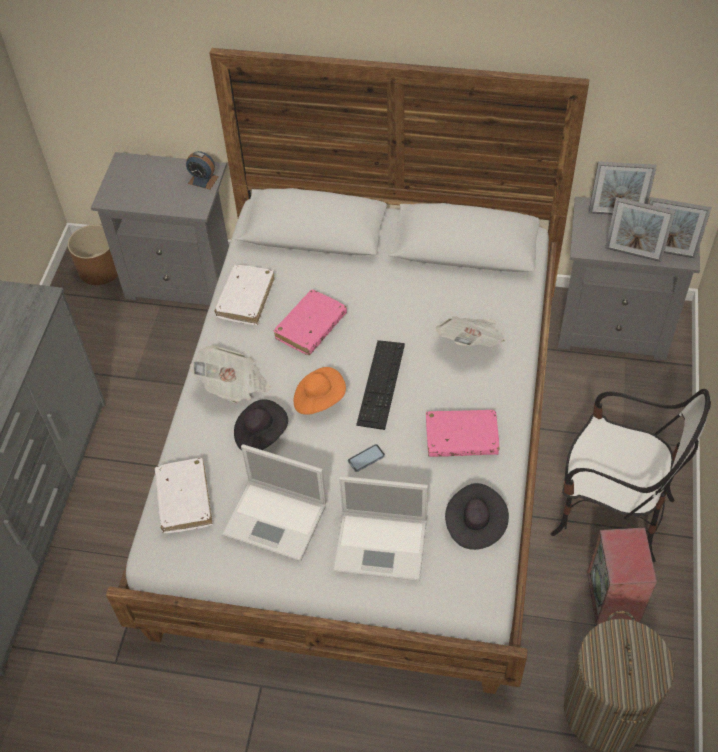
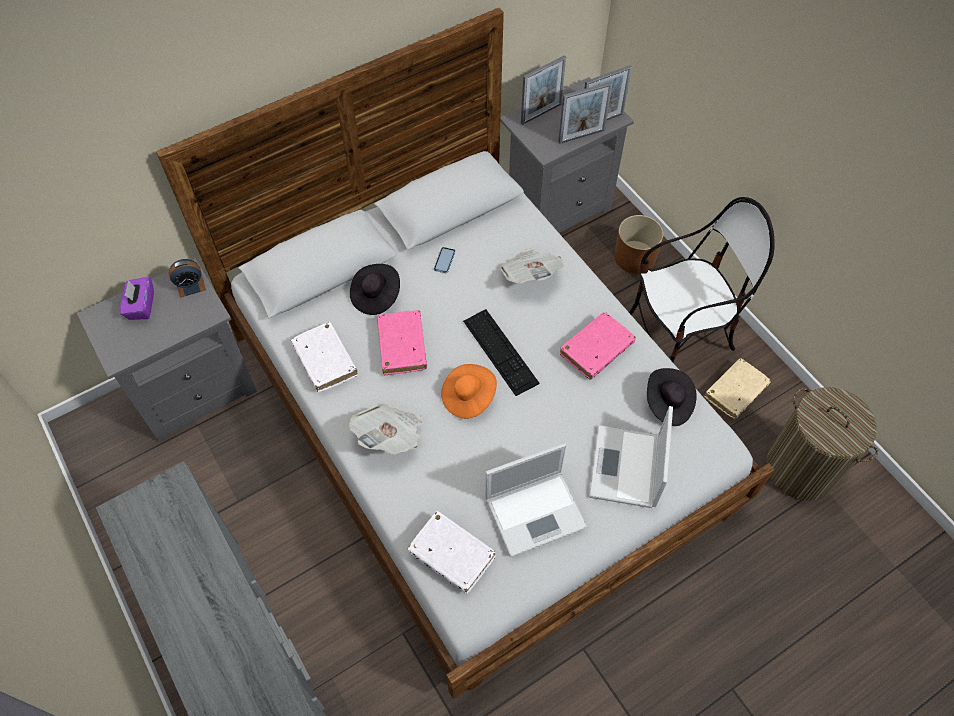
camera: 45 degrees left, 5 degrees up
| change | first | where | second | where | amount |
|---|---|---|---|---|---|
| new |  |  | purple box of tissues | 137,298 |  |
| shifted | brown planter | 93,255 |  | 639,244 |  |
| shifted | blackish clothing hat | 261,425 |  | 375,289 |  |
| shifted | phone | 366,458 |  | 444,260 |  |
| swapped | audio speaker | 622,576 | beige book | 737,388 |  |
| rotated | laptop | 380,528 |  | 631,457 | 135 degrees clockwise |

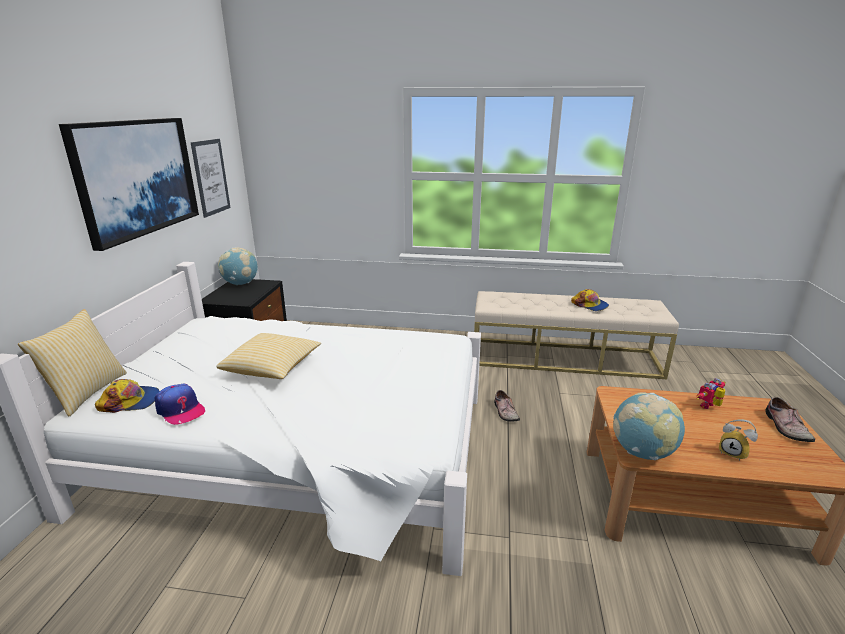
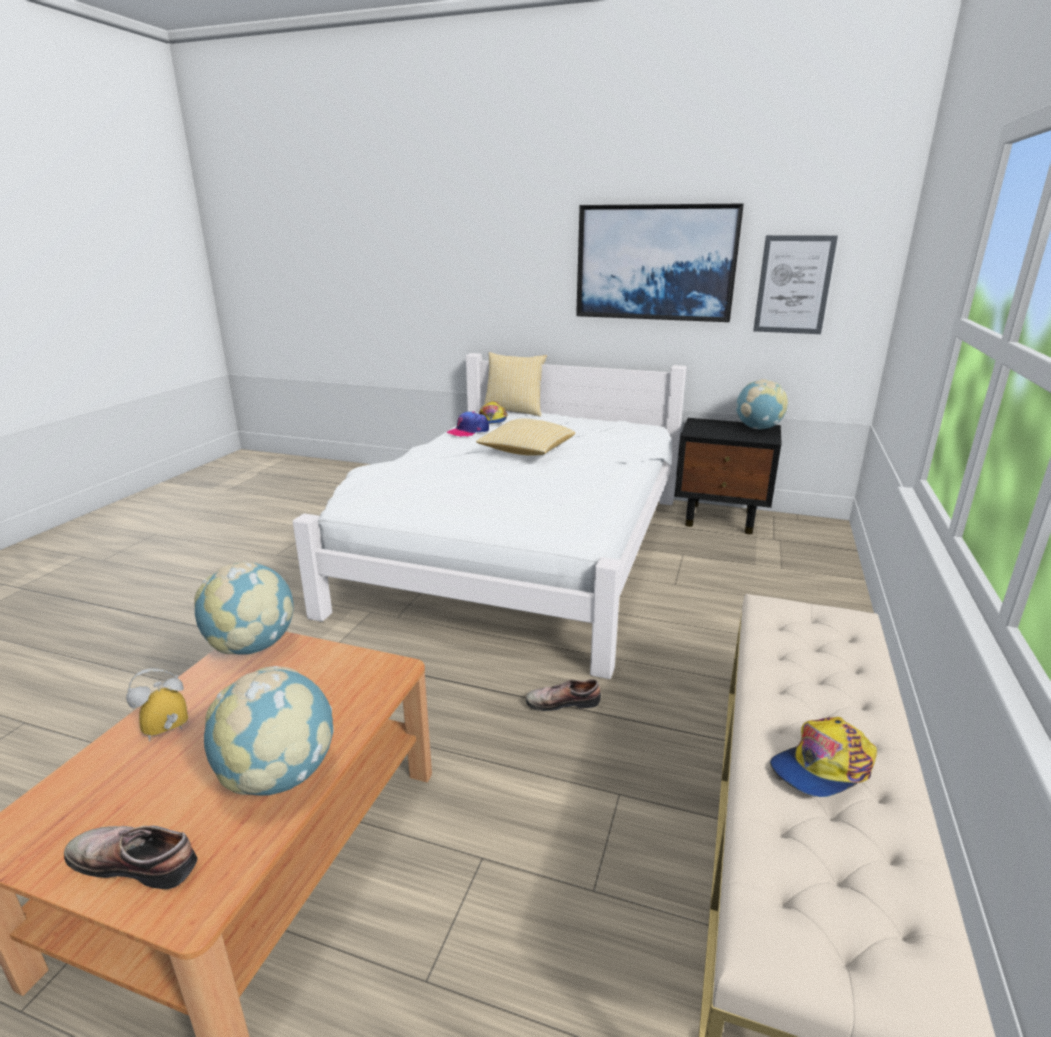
camera: 100 degrees right, 0 degrees up
| change | first | where | second | where | amount |
|---|---|---|---|---|---|
| swapped | toy robot | 710,393 | desk globe | 269,731 |  |

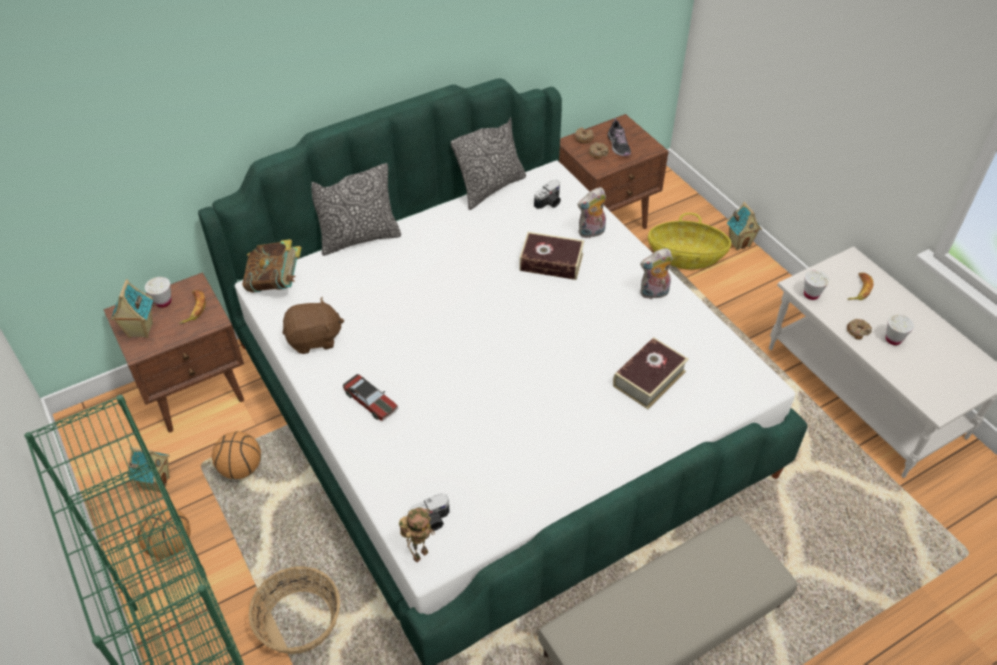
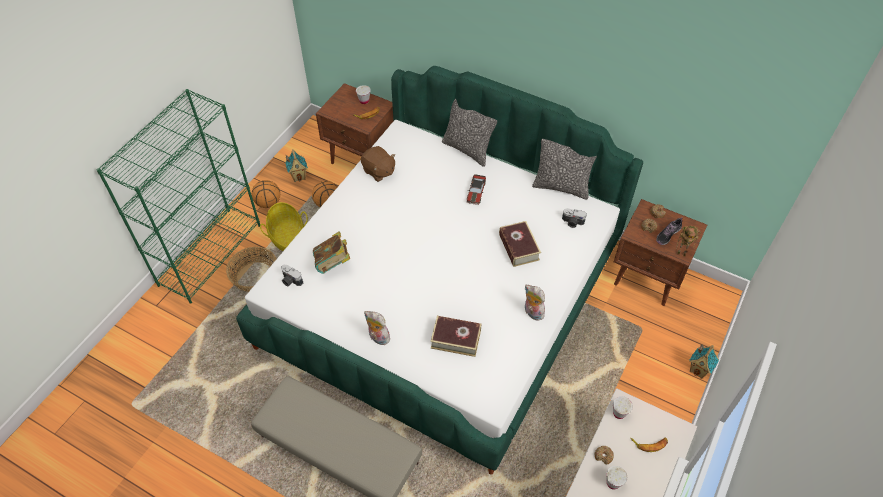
camera: 60 degrees right, 5 degrees up
| change | first | where | second | where | amount |
|---|---|---|---|---|---|
| gone | model house | 132,308 |  |  |  |
| shifted | book | 272,266 |  | 331,252 |  |
| shifted | toy car | 370,397 |  | 476,189 |  |
| shifted | toy robot | 417,534 |  | 688,241 |  |
| shifted | plush toy | 591,212 |  | 377,328 |  |
| shifted | basket | 689,241 |  | 284,226 |  |

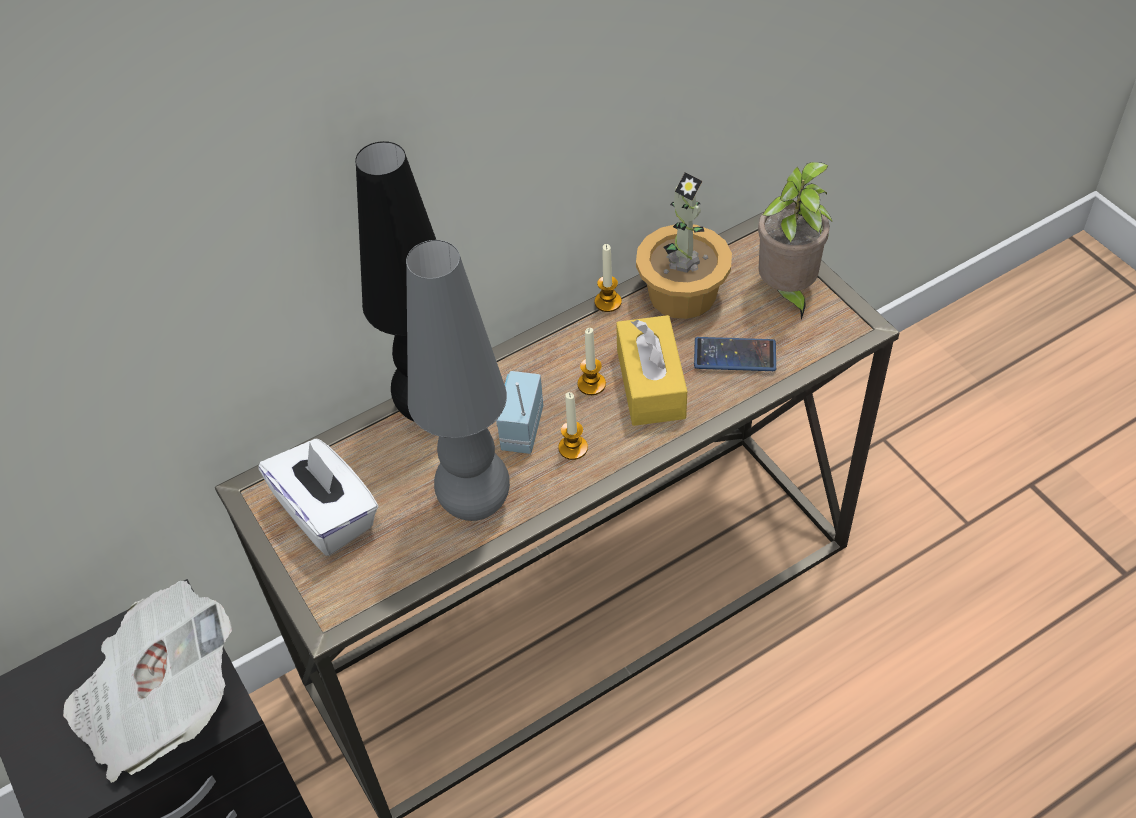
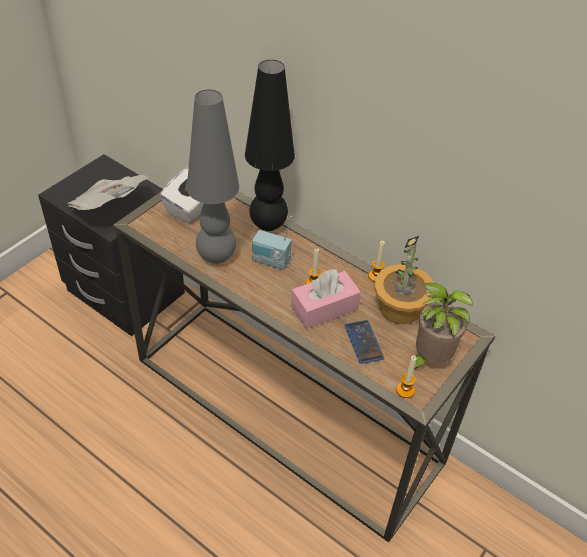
camera: 65 degrees right, 5 degrees down
| change | first | where | second | where | amount |
|---|---|---|---|---|---|
| shifted | wax light | 573,426 |  | 406,376 |  |
| repainted | yellowish box of tissues | 651,370 | pink box of tissues | 326,299 |  |
| rotated | radio receiver | 519,412 |  | 272,243 | 150 degrees counterclockwise |

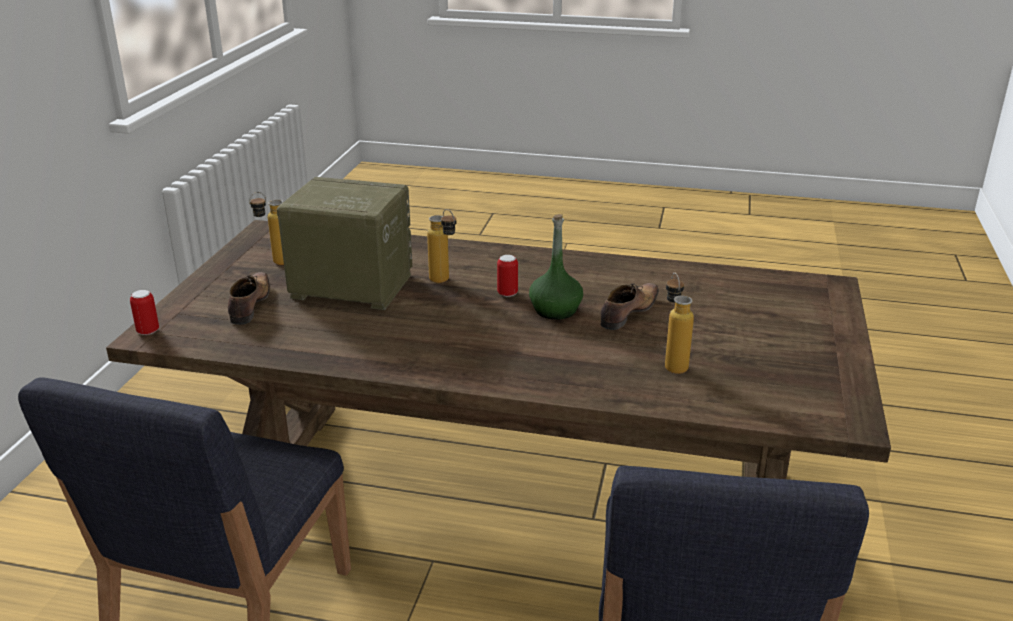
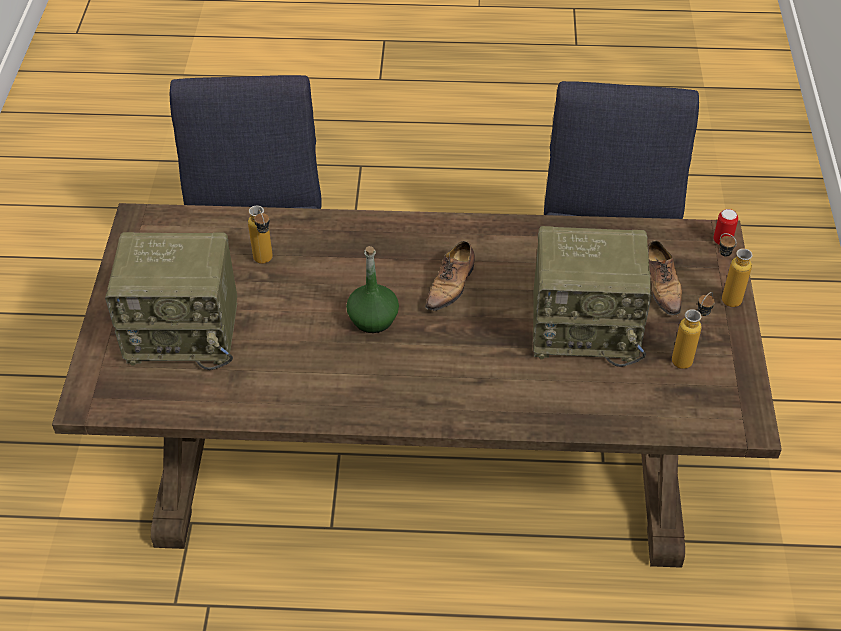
camera: 170 degrees right, 20 degrees up
| change | first | where | second | where | amount |
|---|---|---|---|---|---|
| gone | metal can | 507,276 |  |  |  |
| new |  |  | radio receiver | 171,301 |  |
| shifted | bottle | 441,246 |  | 735,270 |  |
| shifted | item of footwear | 630,306 |  | 450,278 |  |

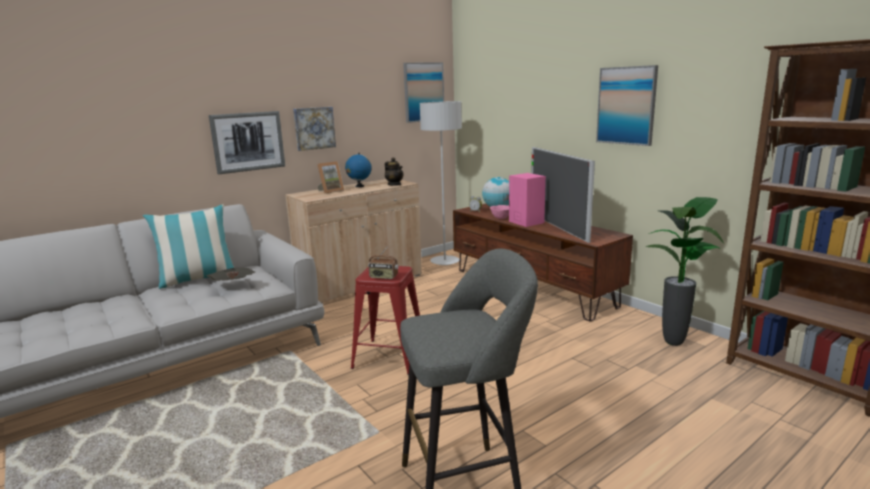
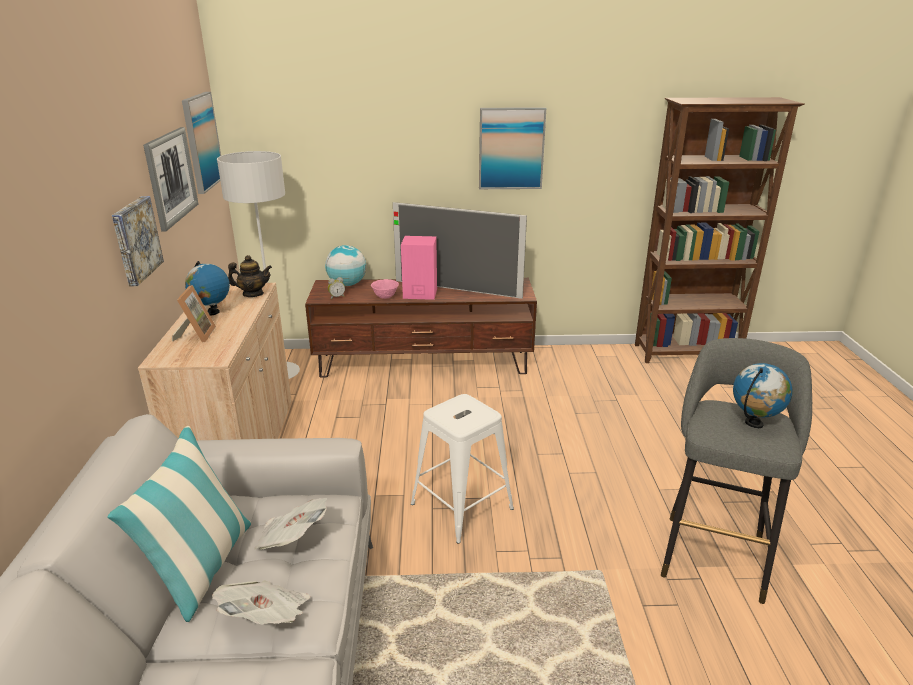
camera: 55 degrees left, 10 degrees up
| change | first | where | second | where | amount |
|---|---|---|---|---|---|
| gone | radio receiver | 383,262 |  |  |  |
| gone | potted plant | 685,271 |  |  |  |
| new |  |  | printed paper | 261,602 |  |
| new |  |  | desk globe | 763,395 |  |
| shifted | wall picture | 247,143 |  | 170,179 |  |
| repainted | reddish stool seat | 385,320 | white stool seat | 462,469 |  |

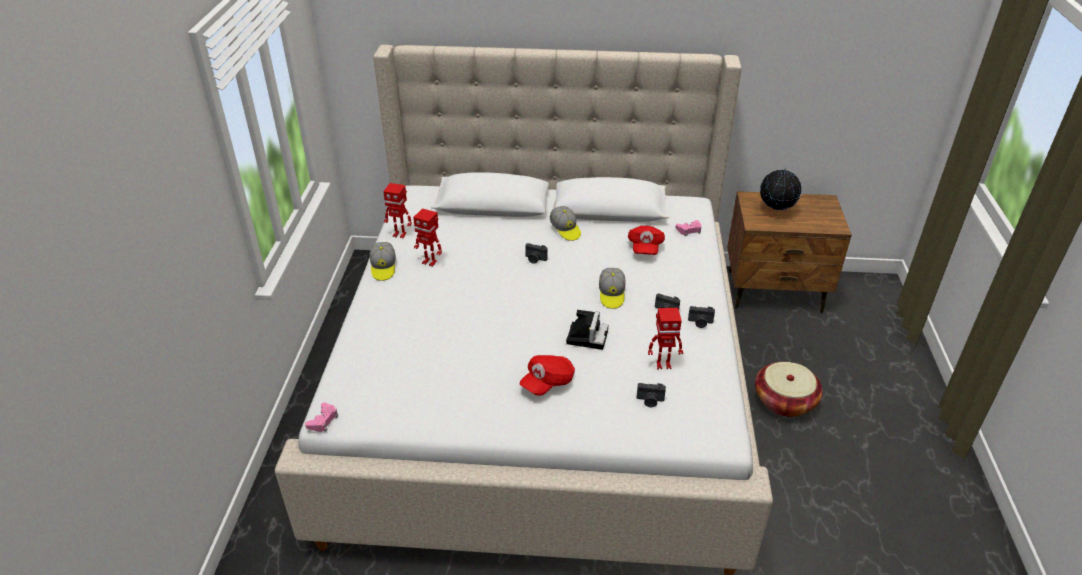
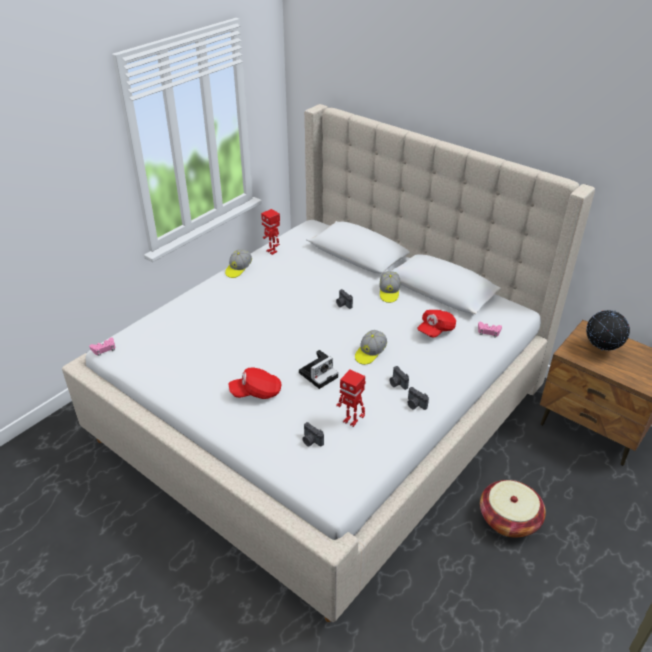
camera: 35 degrees right, 0 degrees up
| change | first | where | second | where | amount |
|---|---|---|---|---|---|
| gone | toy robot | 427,237 |  |  |  |

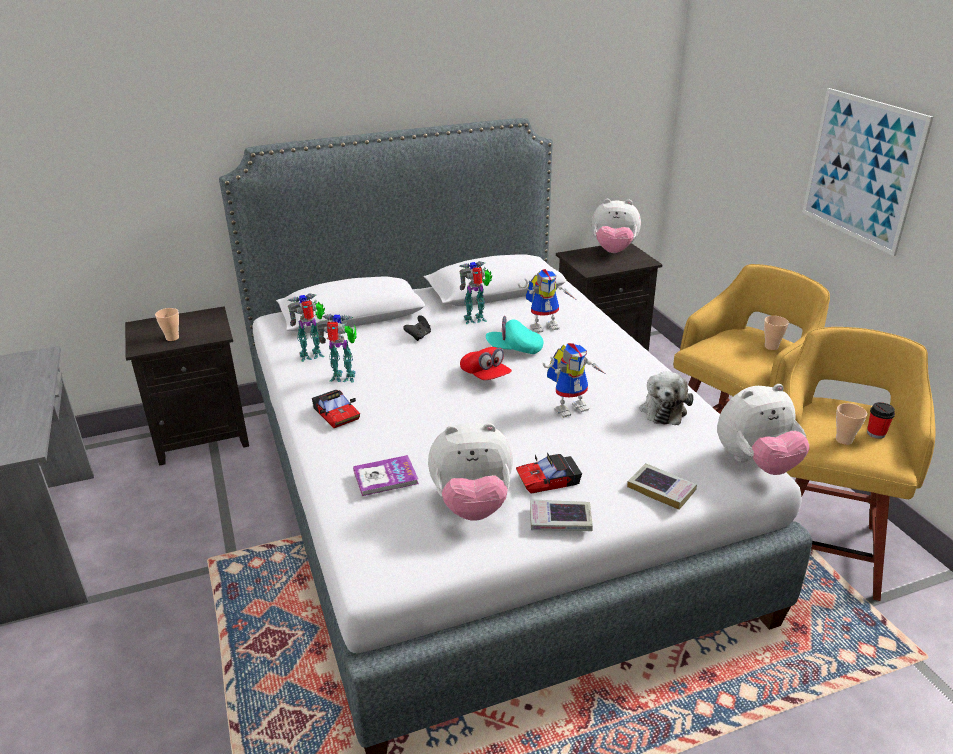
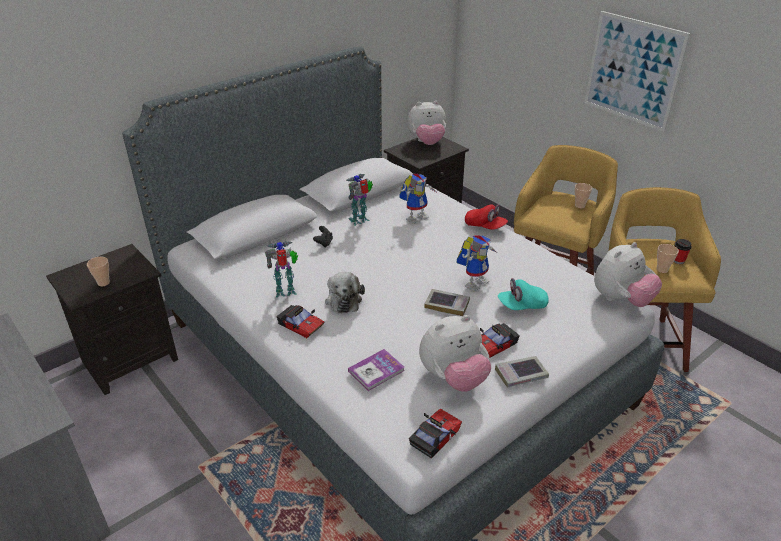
camera: 20 degrees left, 5 degrees up
| change | first | where | second | where | amount |
|---|---|---|---|---|---|
| gone | toy robot | 306,328 |  |  |  |
| new |  |  | toy car | 435,433 |  |
| shifted | reddish baseball cap | 486,363 |  | 486,217 |  |
| shifted | turquoise-coloured baseball cap | 515,335 |  | 523,294 |  |
| shifted | book | 662,486 |  | 447,302 |  |
| shifted | plush toy | 666,398 |  | 345,292 |  |

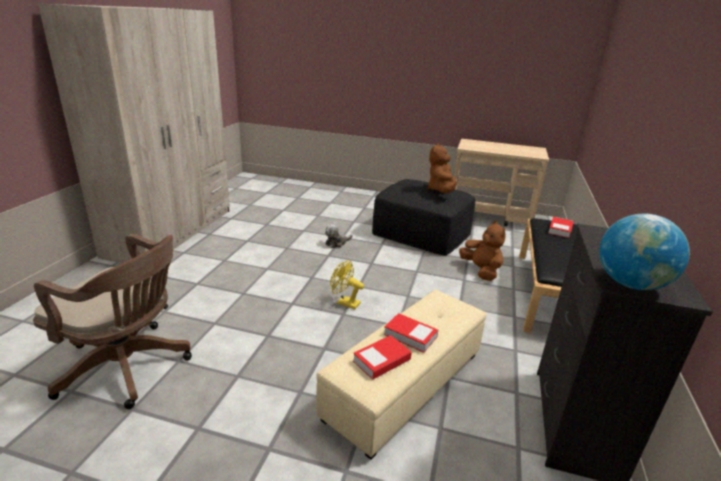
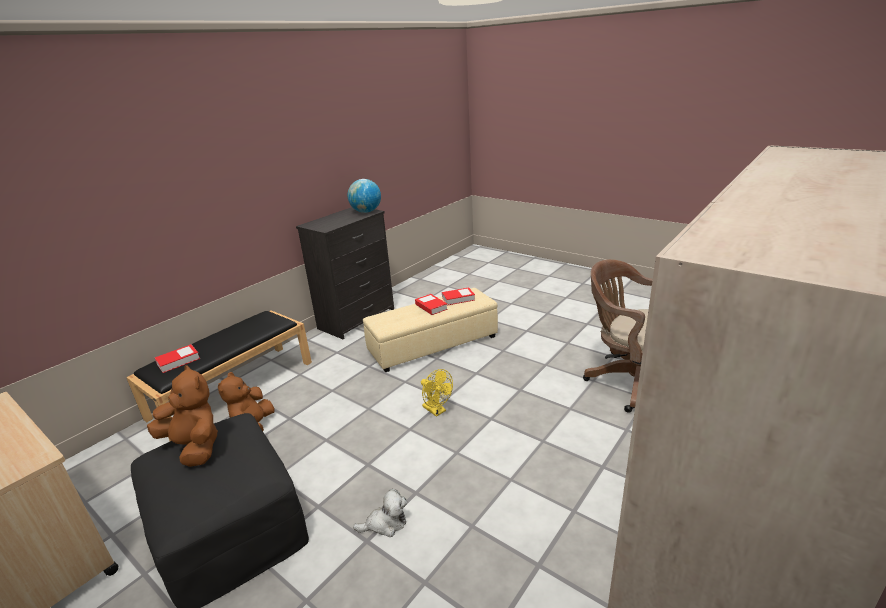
camera: 155 degrees left, 0 degrees up
| change | first | where | second | where | amount |
|---|---|---|---|---|---|
| rotated | brown plush toy | 442,168 |  | 182,416 | 90 degrees counterclockwise |

